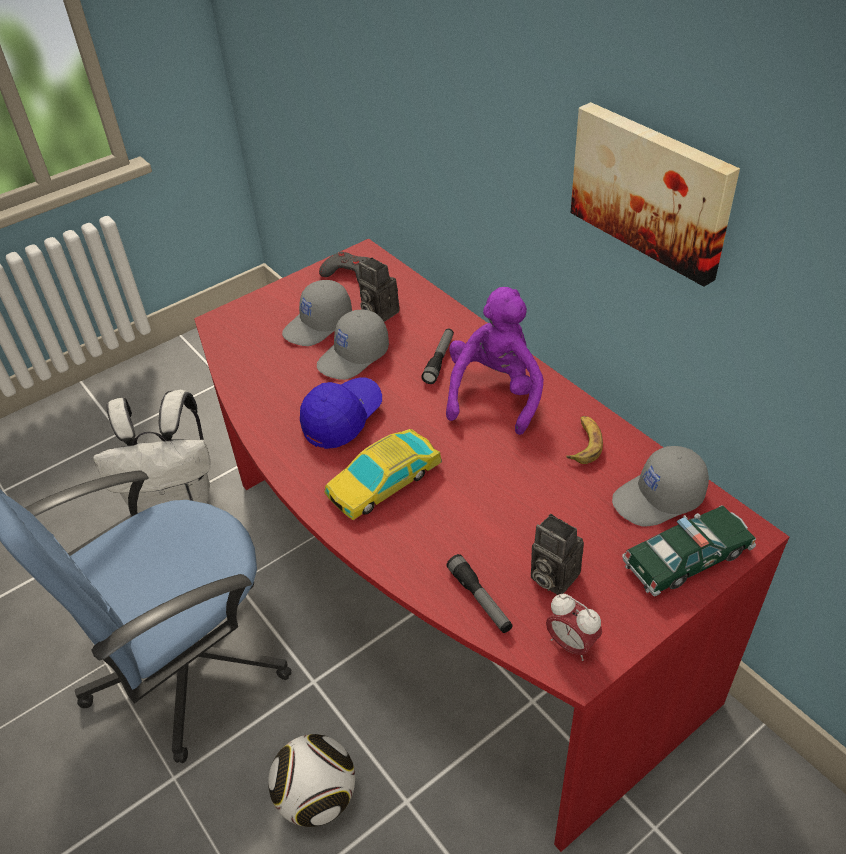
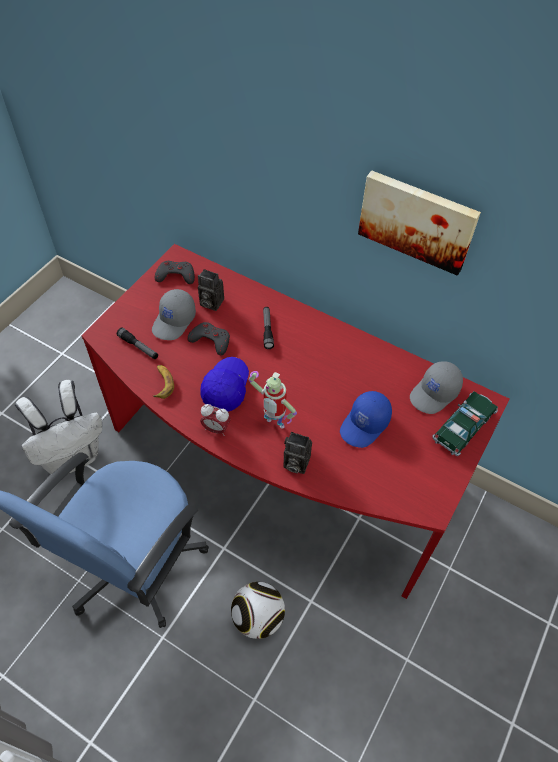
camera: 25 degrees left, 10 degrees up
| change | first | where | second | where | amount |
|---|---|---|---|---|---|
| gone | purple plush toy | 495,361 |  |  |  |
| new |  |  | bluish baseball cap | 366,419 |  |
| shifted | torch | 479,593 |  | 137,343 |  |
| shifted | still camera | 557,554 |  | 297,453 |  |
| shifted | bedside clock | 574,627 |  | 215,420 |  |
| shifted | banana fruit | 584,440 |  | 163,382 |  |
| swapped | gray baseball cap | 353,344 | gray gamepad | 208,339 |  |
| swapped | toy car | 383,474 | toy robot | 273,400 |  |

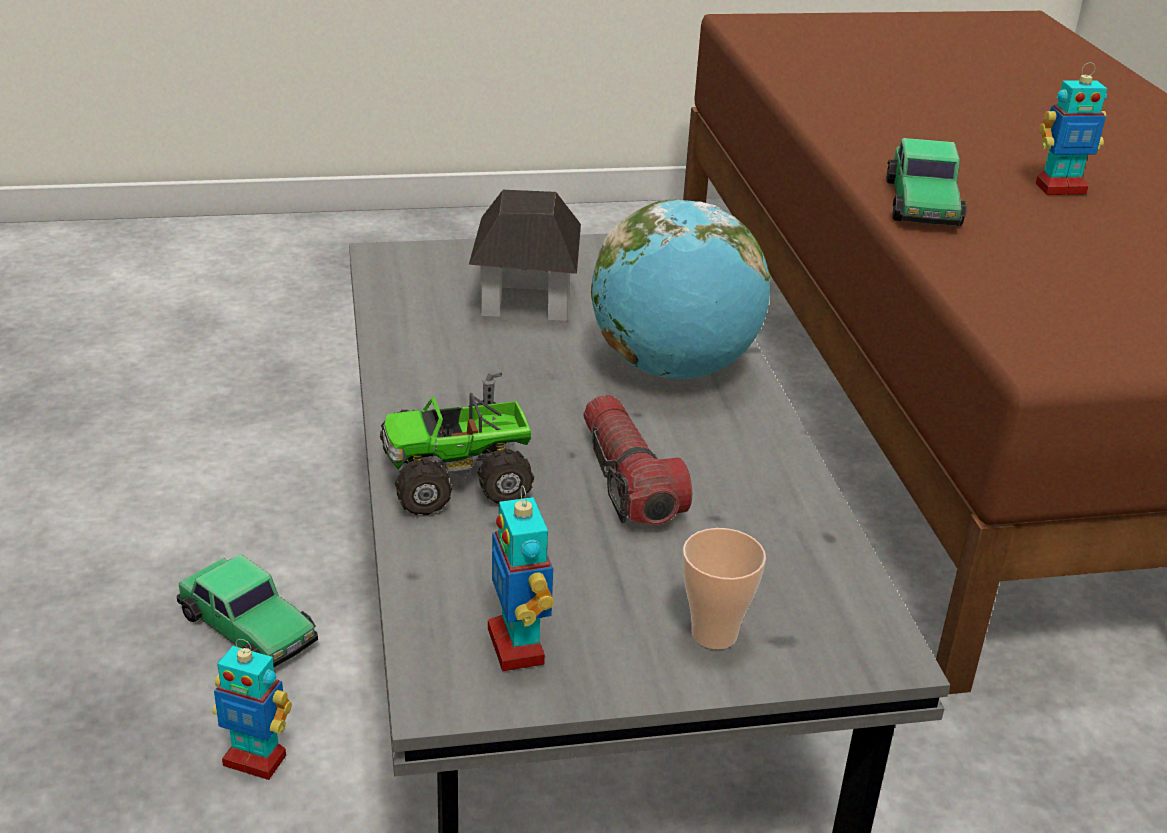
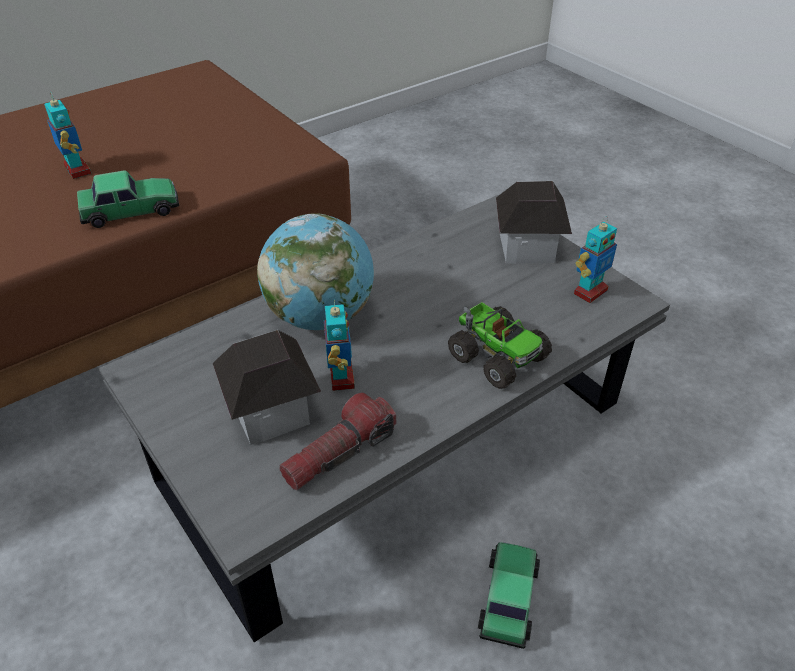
camera: 115 degrees left, 10 degrees up
| change | first | where | second | where | amount |
|---|---|---|---|---|---|
| shifted | toy robot | 252,709 |  | 339,345 |  |
| shifted | torch | 637,460 |  | 338,441 |  |
| swapped | cup | 724,588 | model house | 534,222 |  |

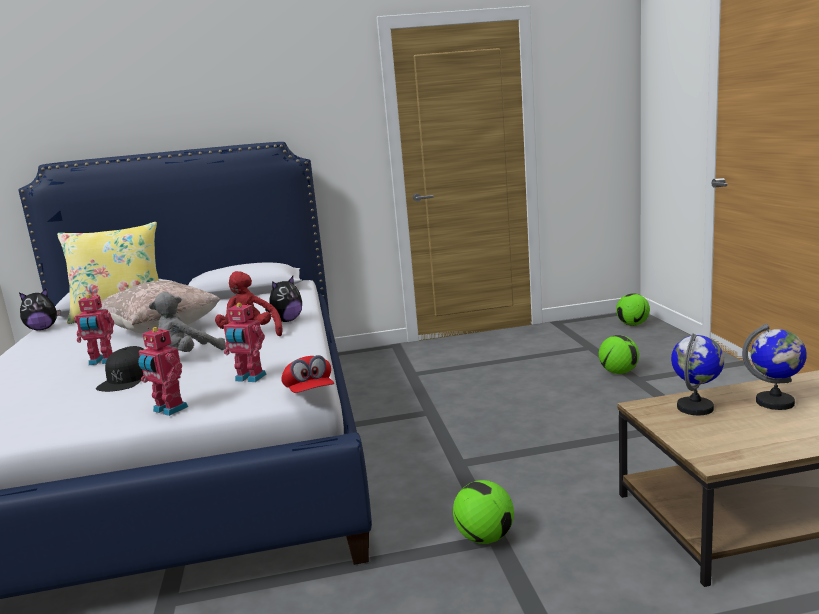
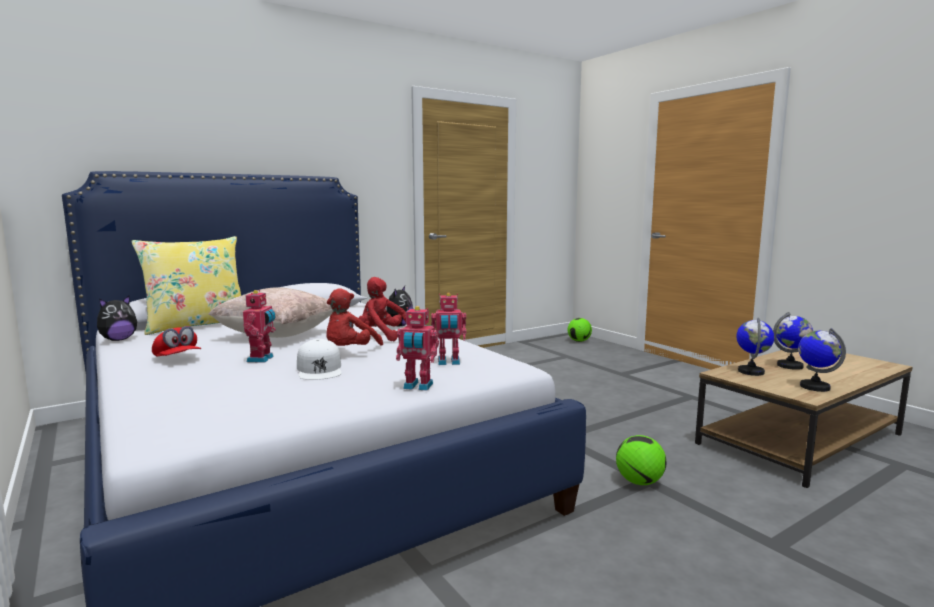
camera: 25 degrees left, 5 degrees down
| change | first | where | second | where | amount |
|---|---|---|---|---|---|
| gone | ball for football | 619,354 |  |  |  |
| new |  |  | desk globe | 822,360 |  |
| shifted | reddish baseball cap | 307,374 |  | 176,341 |  |
| repainted | blackish baseball cap | 120,369 | white baseball cap | 319,359 |  |
| repainted | gray plush toy | 187,322 | reddish plush toy | 354,317 |  |
| rotated | toy robot | 94,330 |  | 259,326 | 60 degrees counterclockwise |

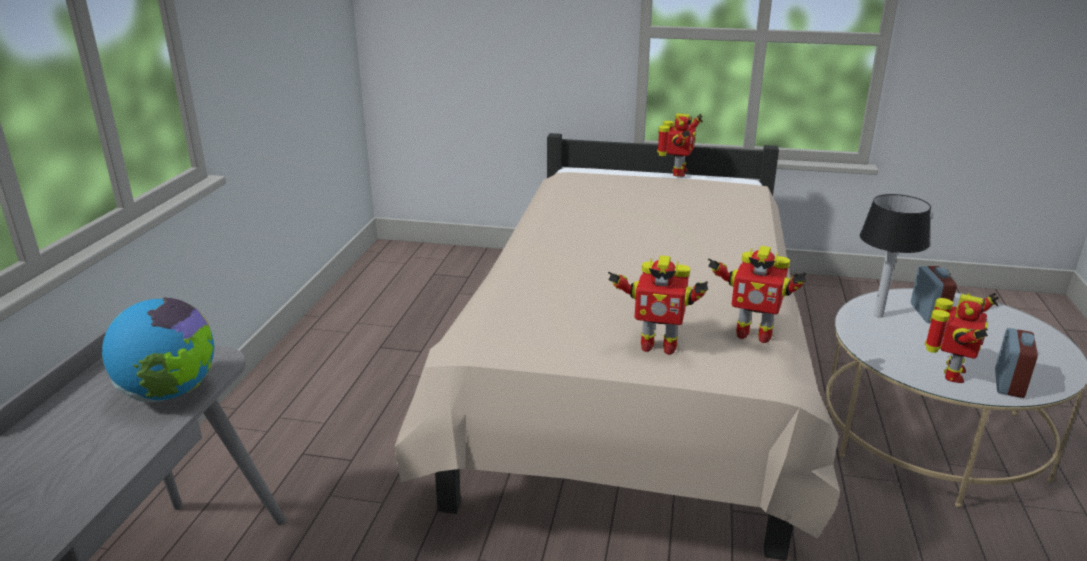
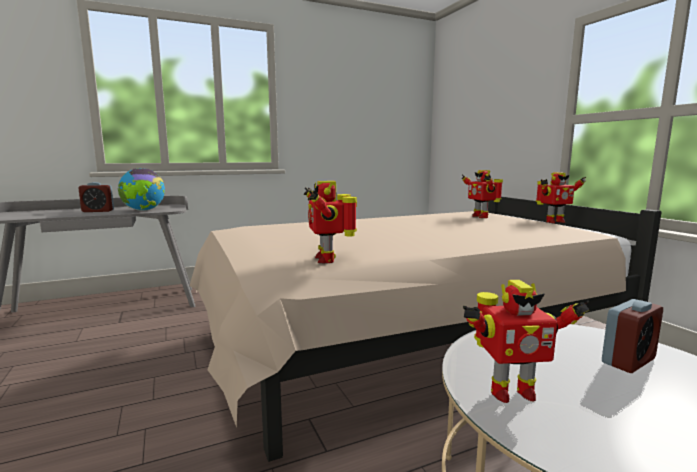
camera: 55 degrees right, 15 degrees down
| change | first | where | second | where | amount |
|---|---|---|---|---|---|
| gone | tabletop lamp | 895,255 |  |  |  |
| shifted | toy robot | 658,305 |  | 482,194 |  |
| shifted | bedside clock | 1016,363 |  | 96,197 |  |

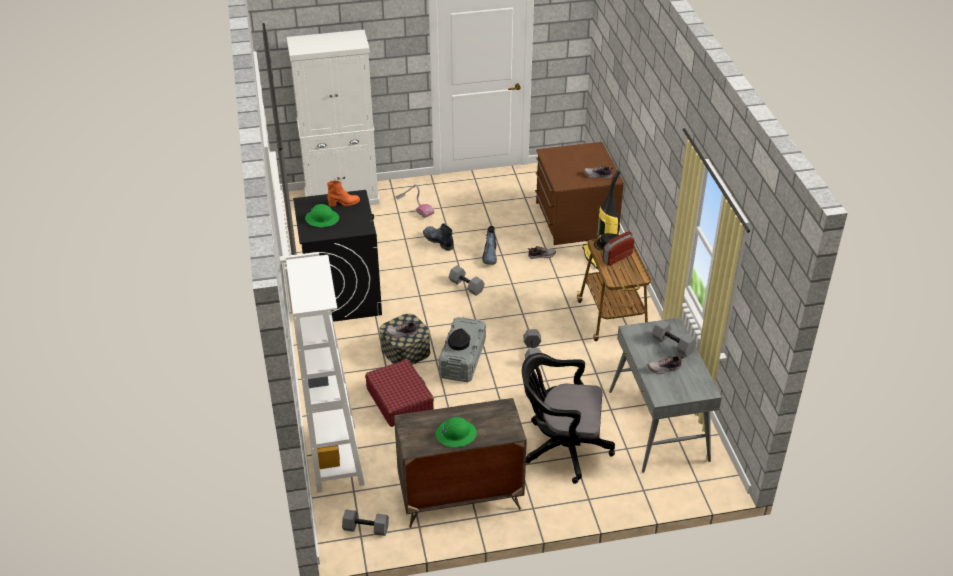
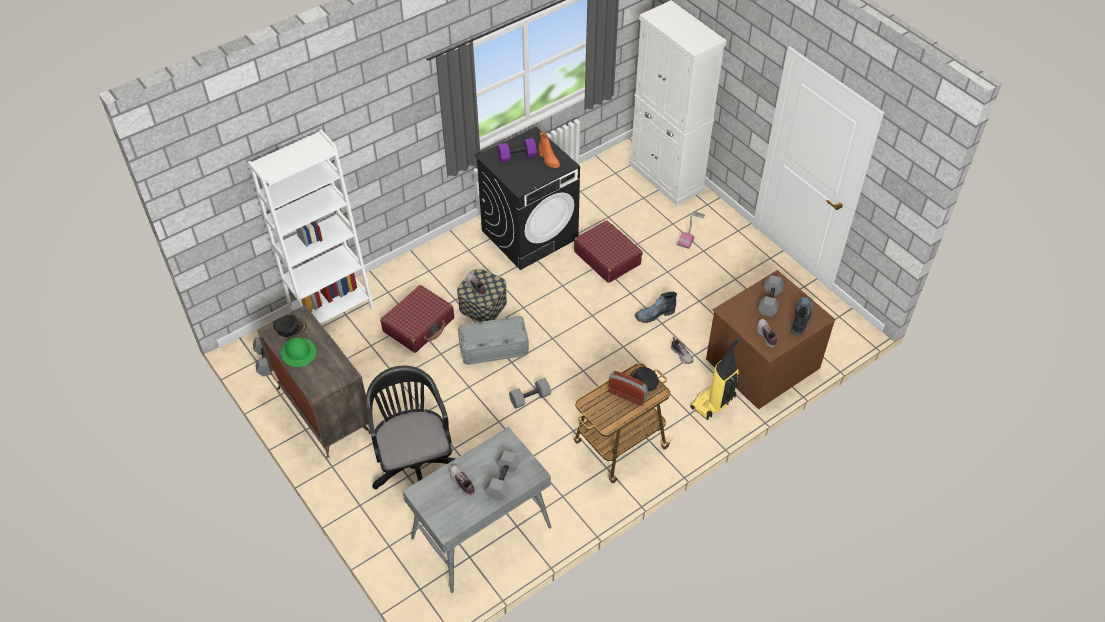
camera: 65 degrees right, 10 degrees up
| change | first | where | second | where | amount |
|---|---|---|---|---|---|
| new |  |  | reddish piece of luggage | 608,251 |  |
| shifted | tall boot | 438,237 |  | 801,316 |  |
| shifted | blackish baseball cap | 459,339 |  | 290,326 |  |
| shifted | gray hand weight | 467,280 |  | 771,296 |  |
| swapped | greenish hard hat | 322,215 | purple hand weight | 517,150 |  |

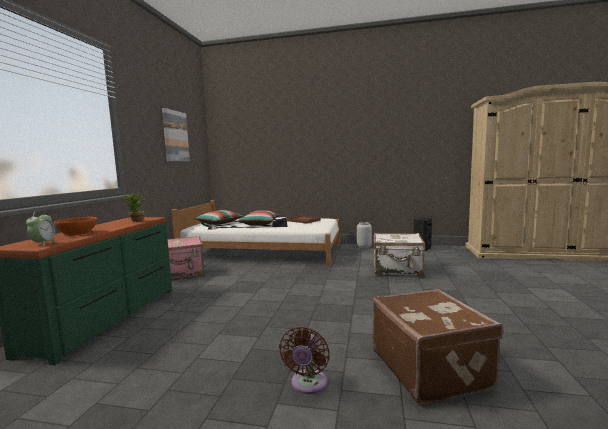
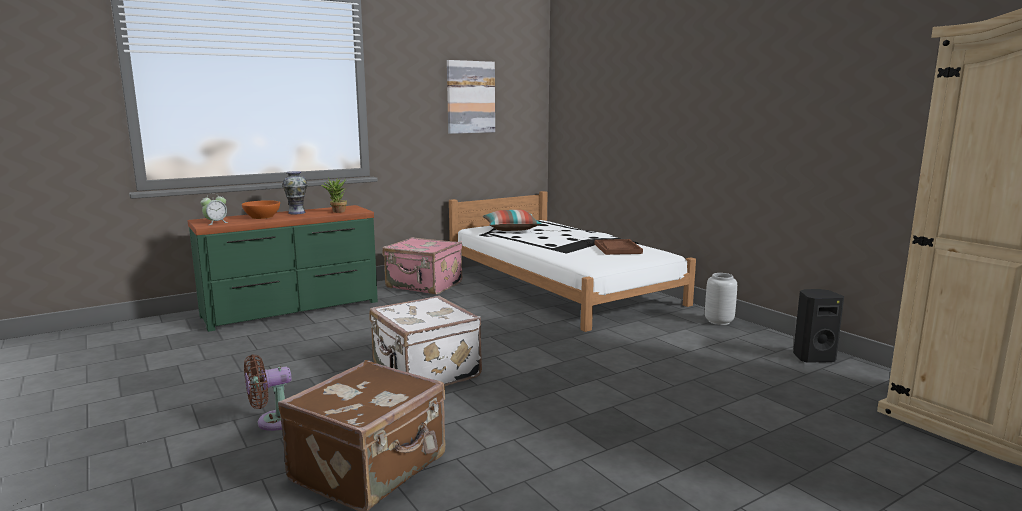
camera: 45 degrees right, 5 degrees up
| change | first | where | second | where | amount |
|---|---|---|---|---|---|
| gone | cushion | 258,218 |  |  |  |
| new |  |  | decorative vase | 295,192 |  |
| shifted | white piece of luggage | 399,254 |  | 425,341 |  |

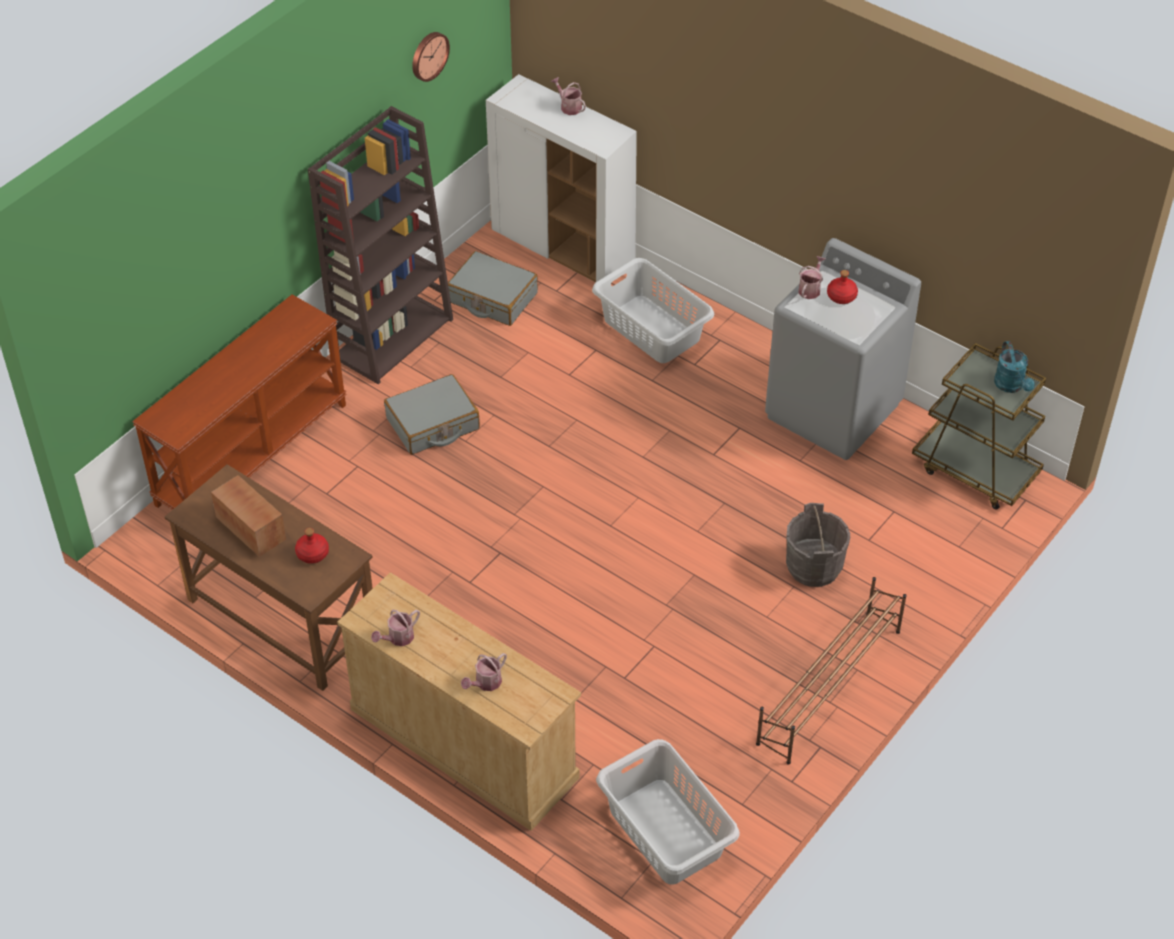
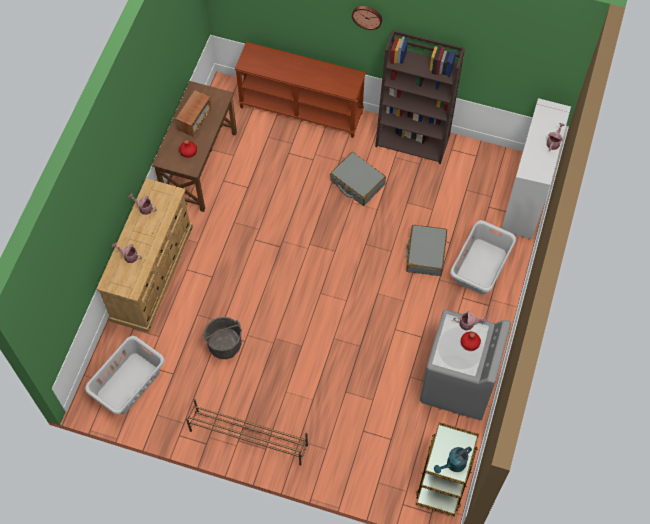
camera: 70 degrees right, 15 degrees up
| change | first | where | second | where | amount |
|---|---|---|---|---|---|
| shifted | clock on the wall | 431,57 |  | 367,18 |  |
| shifted | gray piece of luggage | 493,288 |  | 426,250 |  |
| shifted | gray water bucket | 818,545 |  | 222,337 |  |

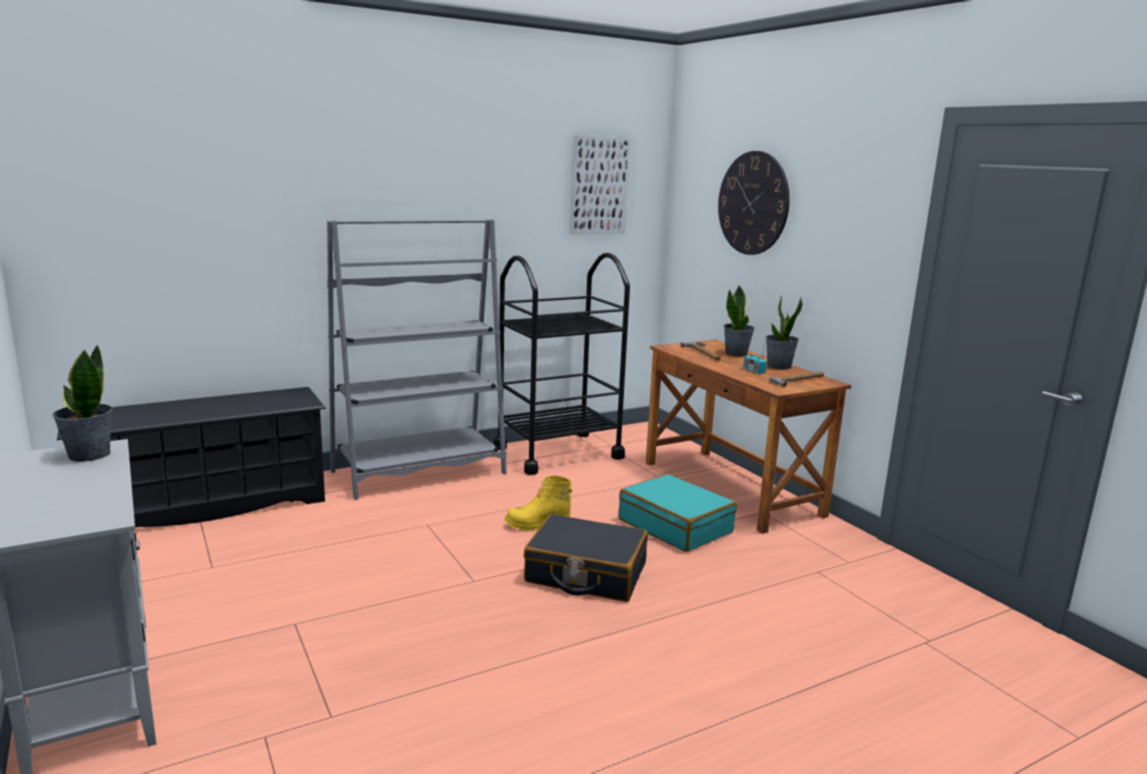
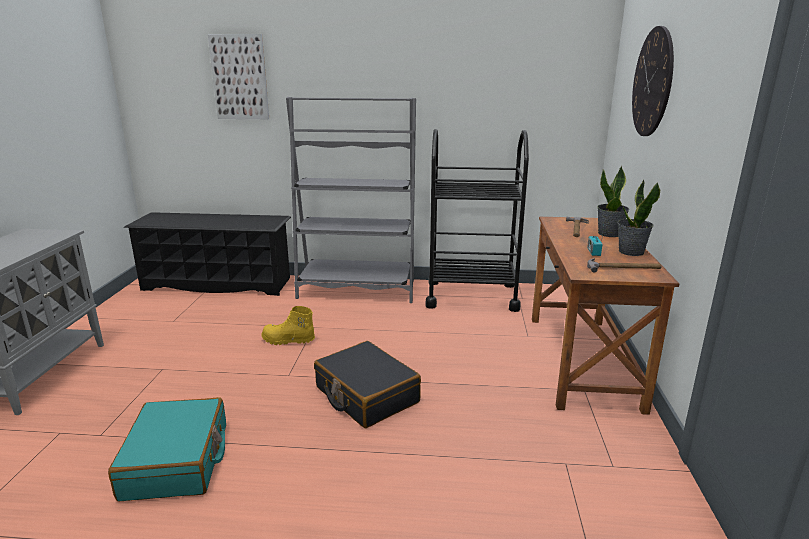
camera: 35 degrees right, 5 degrees up
| change | first | where | second | where | amount |
|---|---|---|---|---|---|
| gone | potted plant | 82,403 |  |  |  |
| shifted | yellowish tall boot | 538,504 |  | 288,325 |  |
| shifted | wall picture | 600,184 |  | 238,76 |  |
| shifted | turquoise-coloured piece of luggage | 678,513 |  | 167,449 |  |

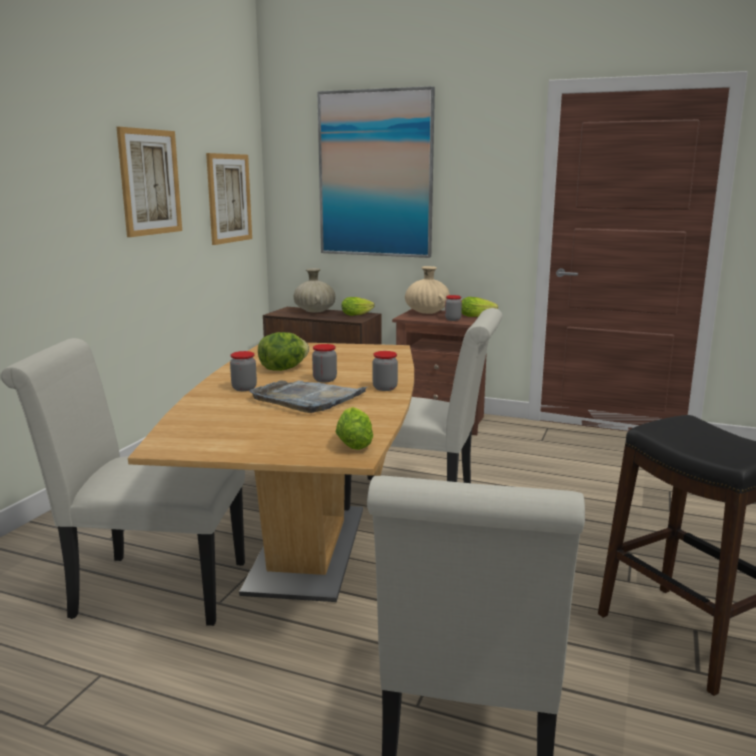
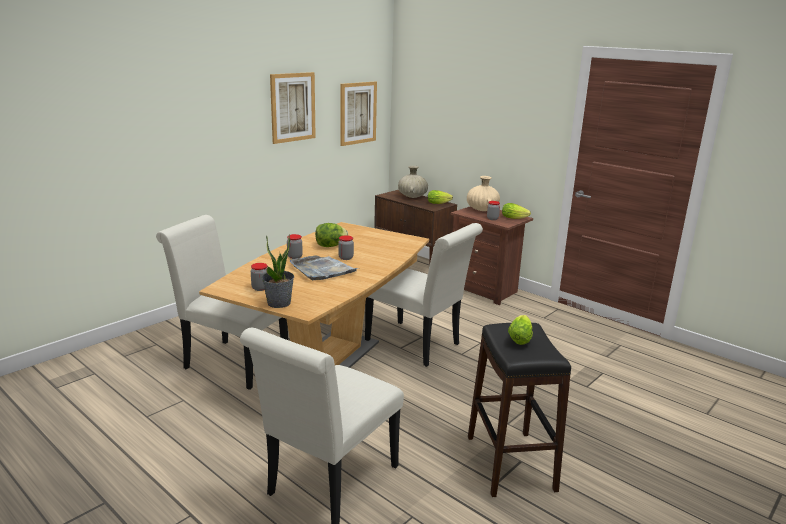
camera: 20 degrees right, 5 degrees up
| change | first | where | second | where | amount |
|---|---|---|---|---|---|
| gone | wall picture | 376,172 |  |  |  |
| new |  |  | potted plant | 278,271 |  |
| shifted | head of lettuce | 354,428 |  | 520,330 |  |
| shifted | preserve jar | 385,371 |  | 259,277 |  |

